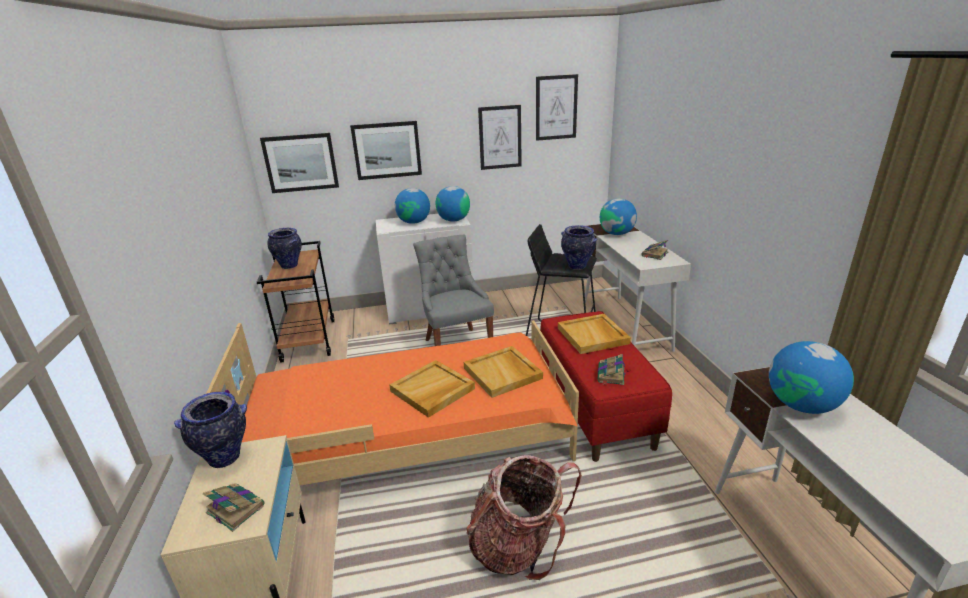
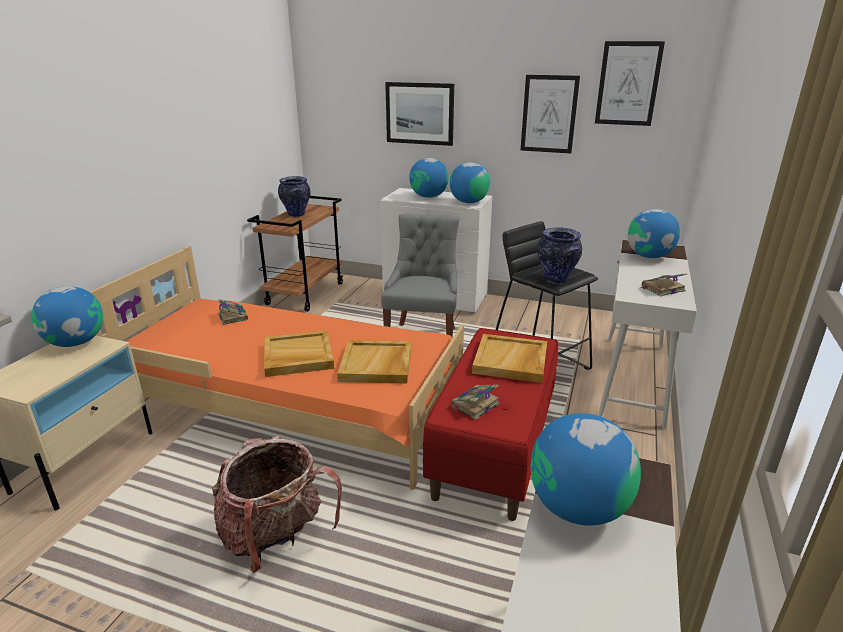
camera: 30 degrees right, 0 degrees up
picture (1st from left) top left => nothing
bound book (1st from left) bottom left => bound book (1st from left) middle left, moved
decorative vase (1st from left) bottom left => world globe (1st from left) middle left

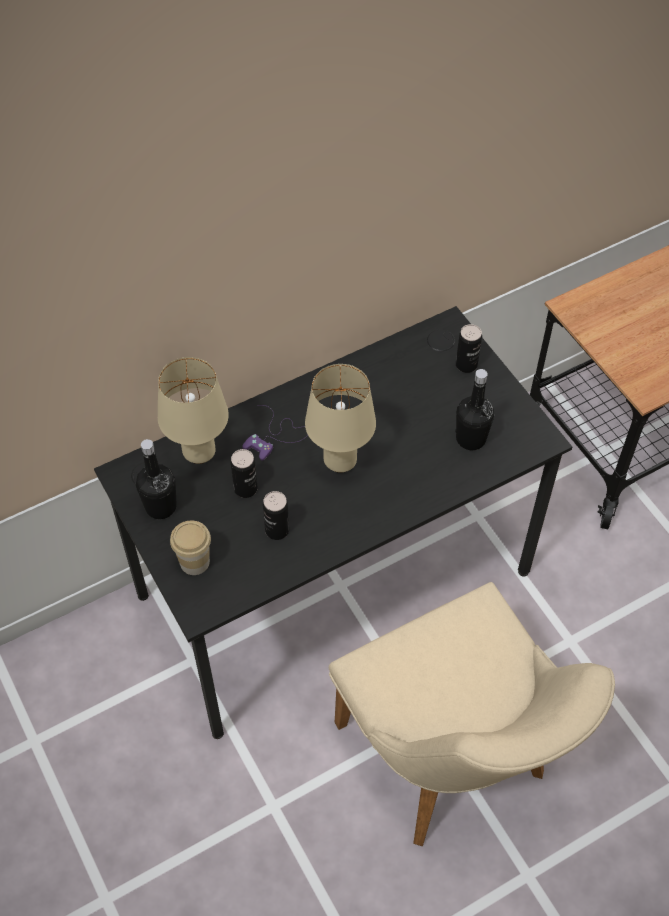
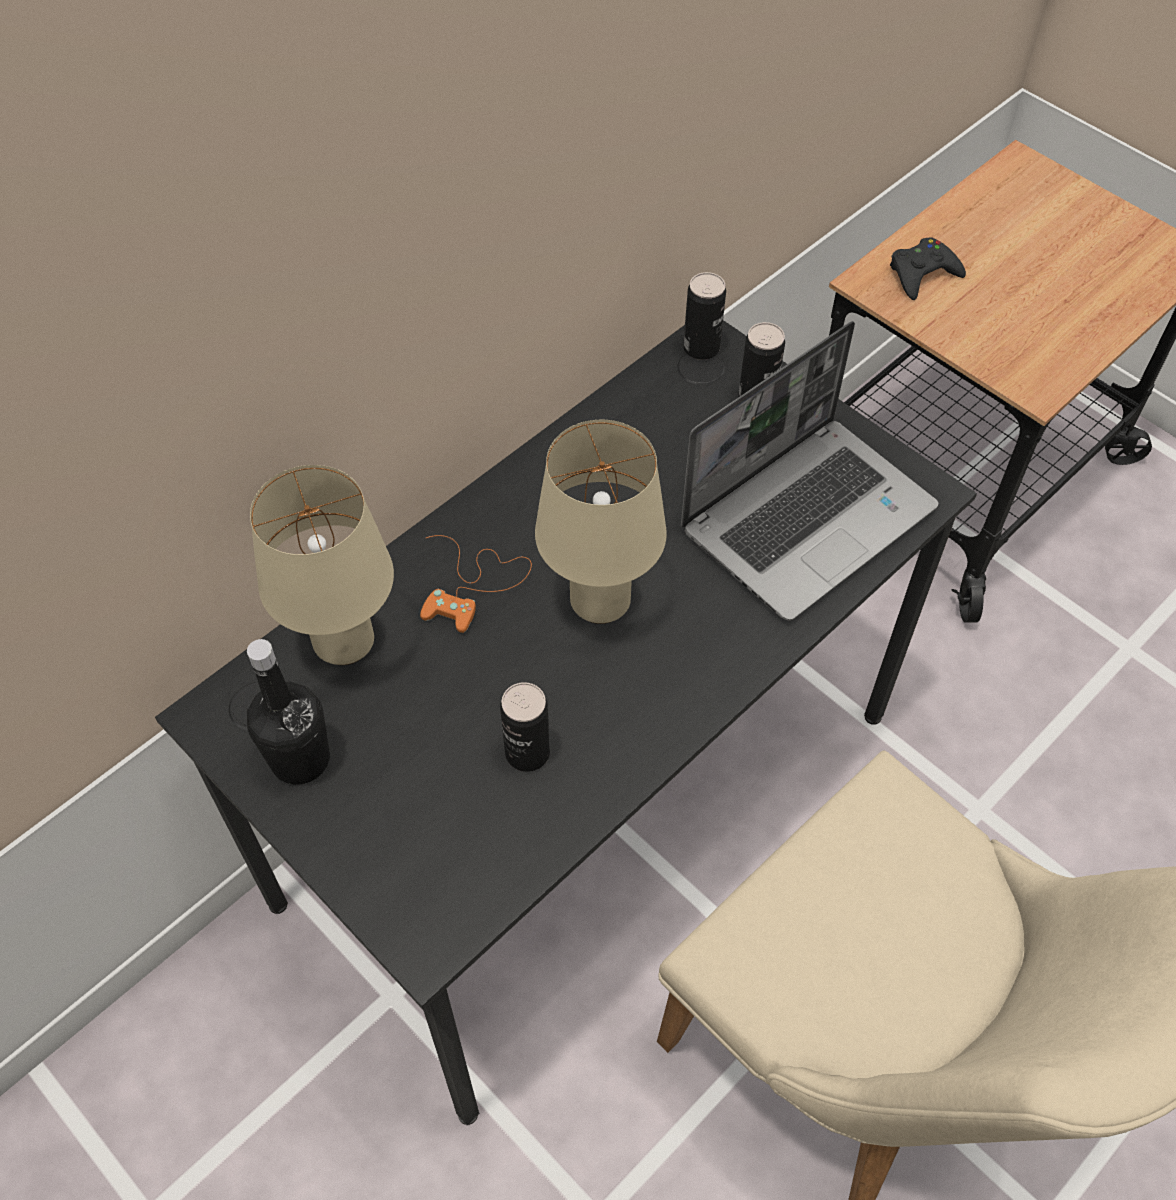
camera: 15 degrees left, 0 degrees up
small cup middle left => nothing
nothing => game controller in black top right
sealed can (1st from left in the first image) centre => sealed can (2nd from left) top centre, moved
beverage bottle in black (2nd from left) middle right => notebook computer middle right
game controller in purplish centre => game controller in orange centre

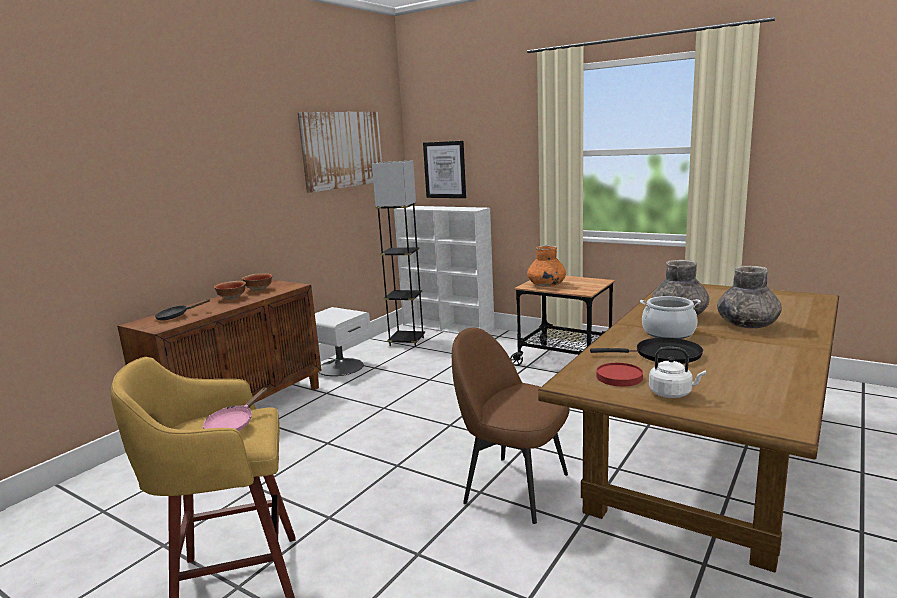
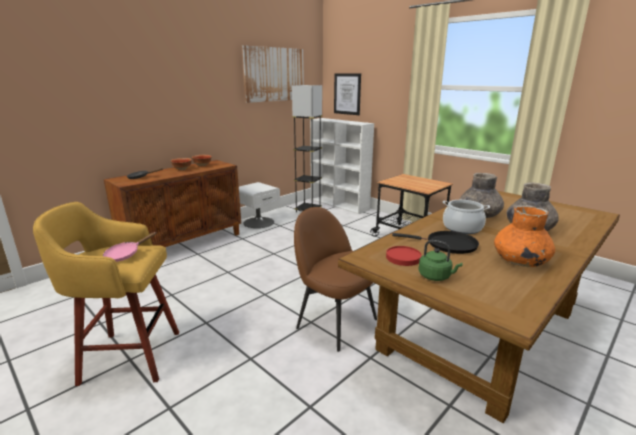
camera: 10 degrees right, 5 degrees up
decorative vase in orange centre => decorative vase in orange middle right, moved
kettle in white middle right => kettle in greenish middle right

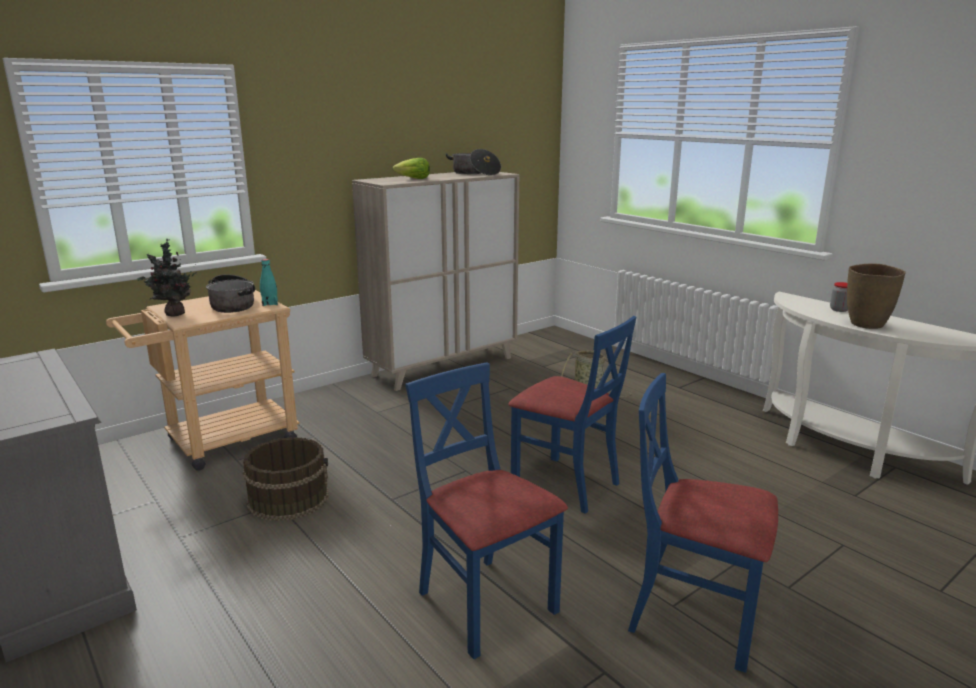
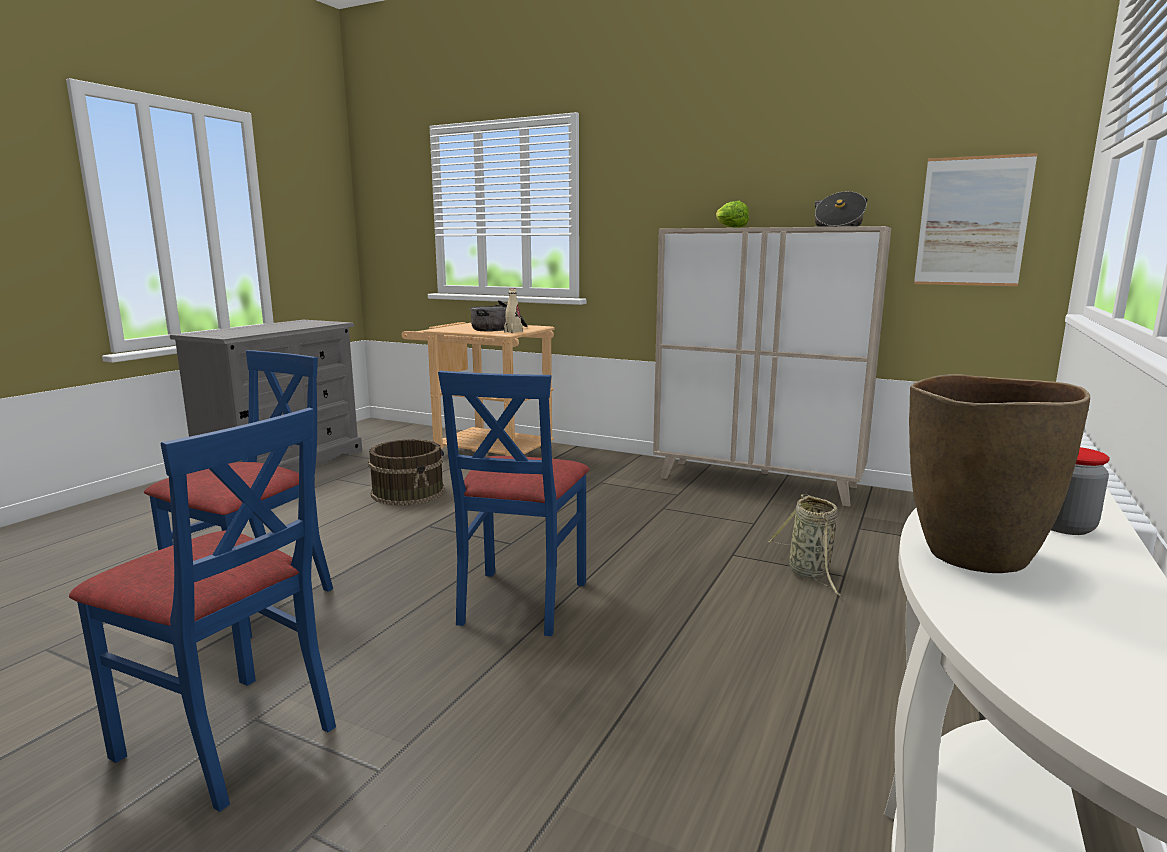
camera: 65 degrees right, 5 degrees down
potted plant middle left => nothing
nothing => picture top right
beverage bottle in blue-green middle left => beverage bottle in beige-coloured centre
chair in bluish (3rd from left in the first image) bottom right => chair in bluish (1st from left) bottom left, 120 degrees clockwise

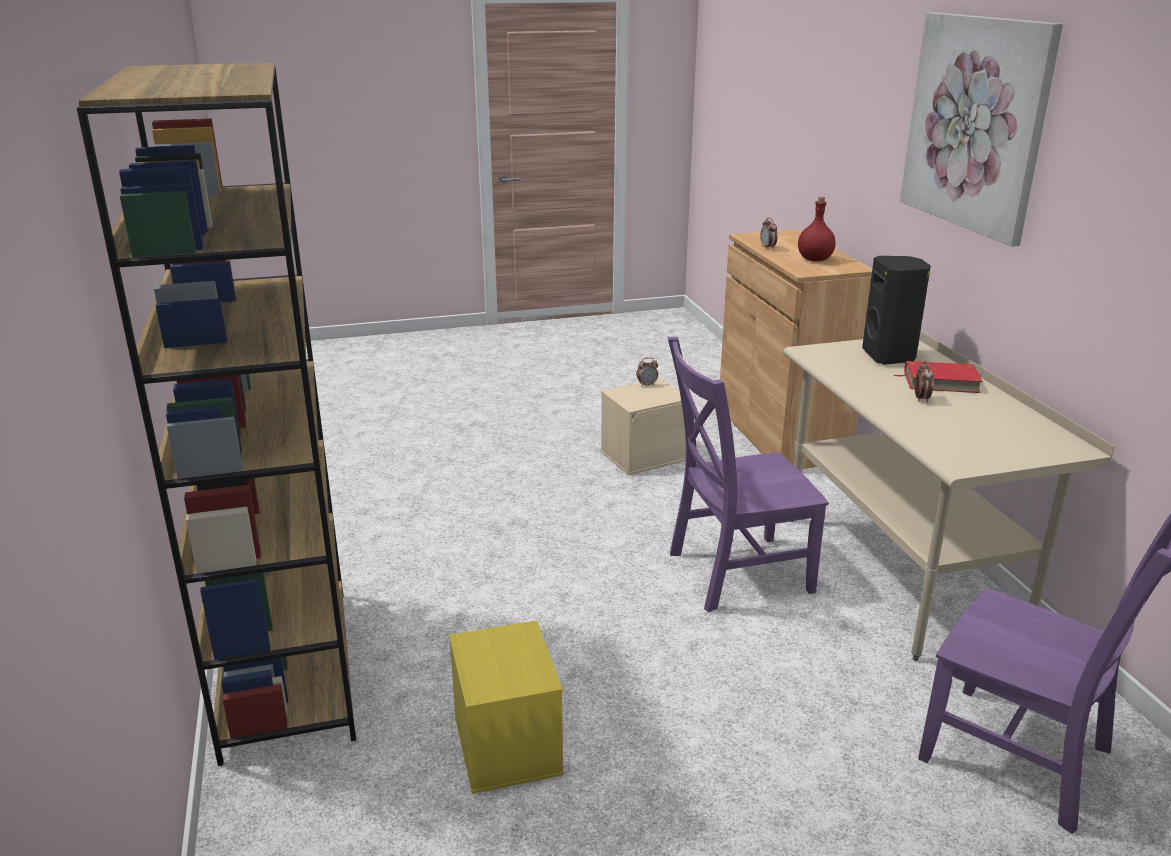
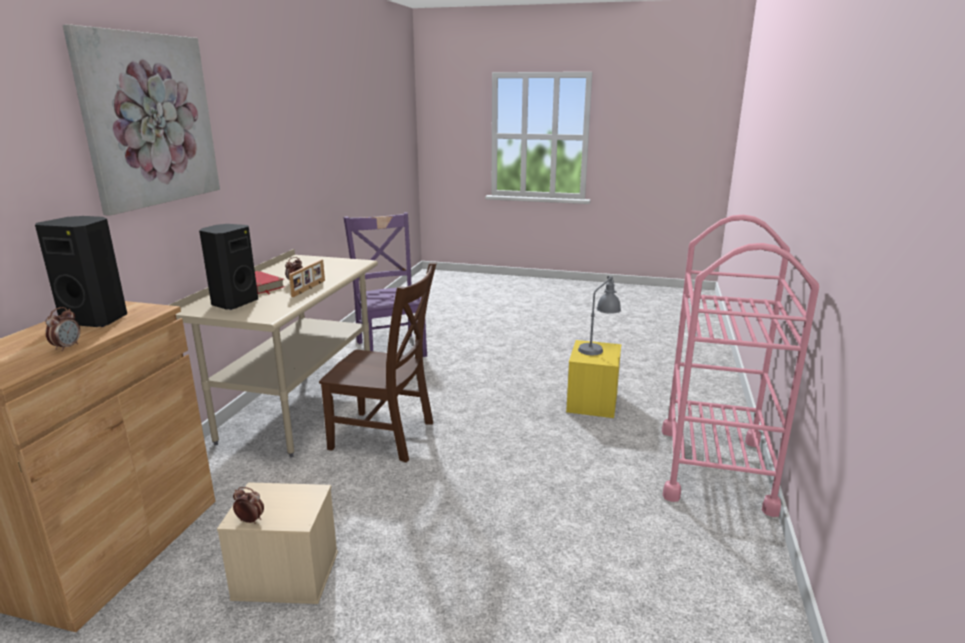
camera: 150 degrees left, 5 degrees down
nothing => standing frame middle left
nothing => lamp for a table in greyish centre
bookcase in brown middle left => cart in pink middle right
beverage bottle in red-coloured top right => speaker in black (1st from left) middle left
chair in purplish (1st from left) centre => chair in brown centre

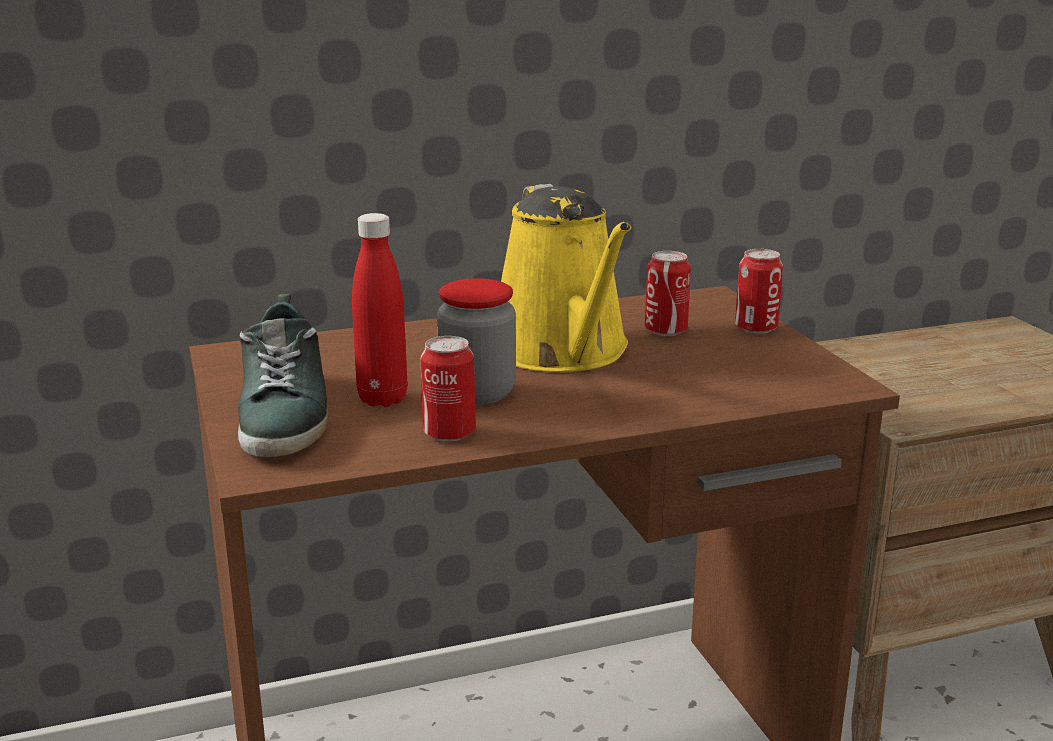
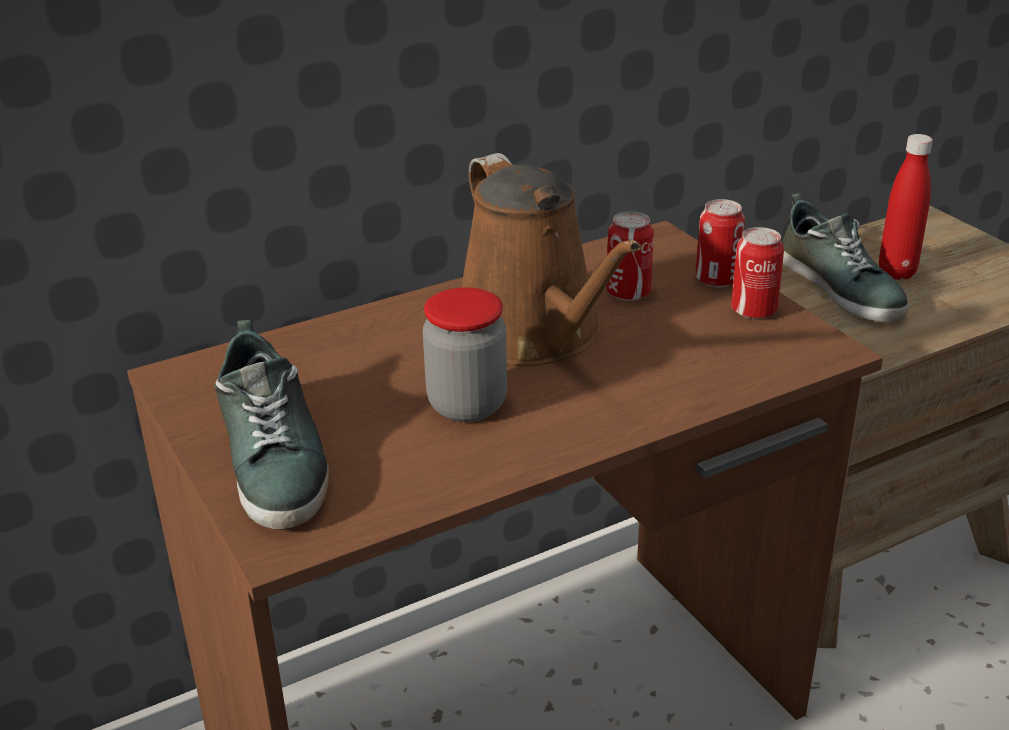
camera: 10 degrees left, 10 degrees up
nothing => shoe (2nd from left) middle right
beverage bottle in red-coloured centre => beverage bottle in red-coloured top right, moved
sealed can (1st from left in the first image) centre => sealed can (3rd from left) middle right, moved
watering pot in yellow-coloured centre => watering pot in brown centre

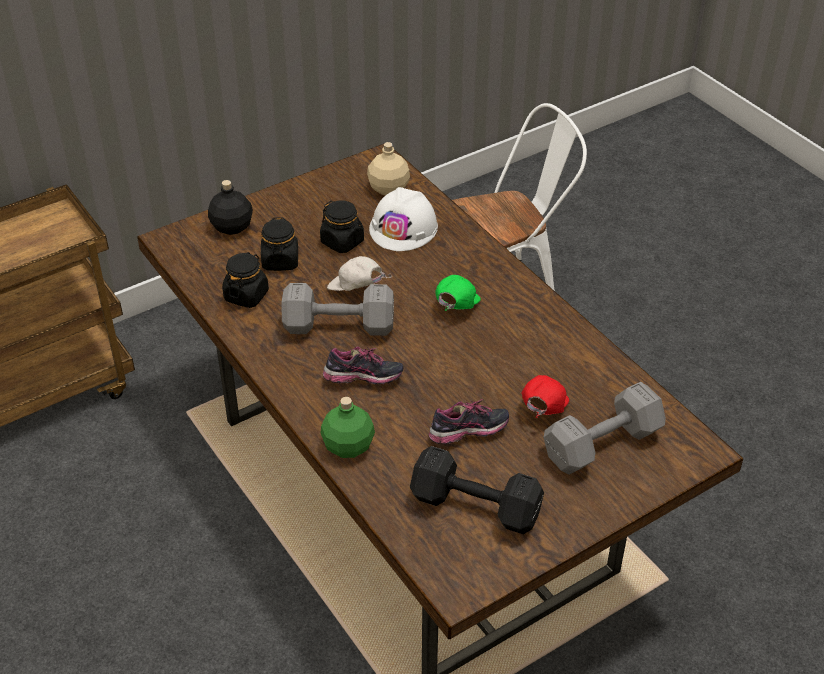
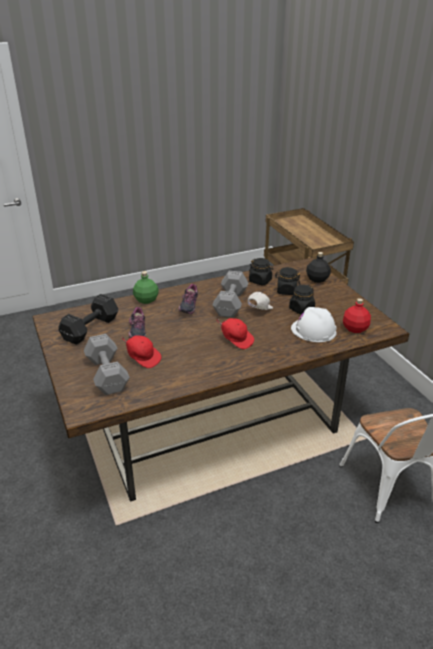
camera: 100 degrees right, 10 degrees down
beverage bottle in beige-coloured top centre => beverage bottle in red-coloured middle right
baseball cap in greenish centre => baseball cap in red-coloured (2nd from left) centre

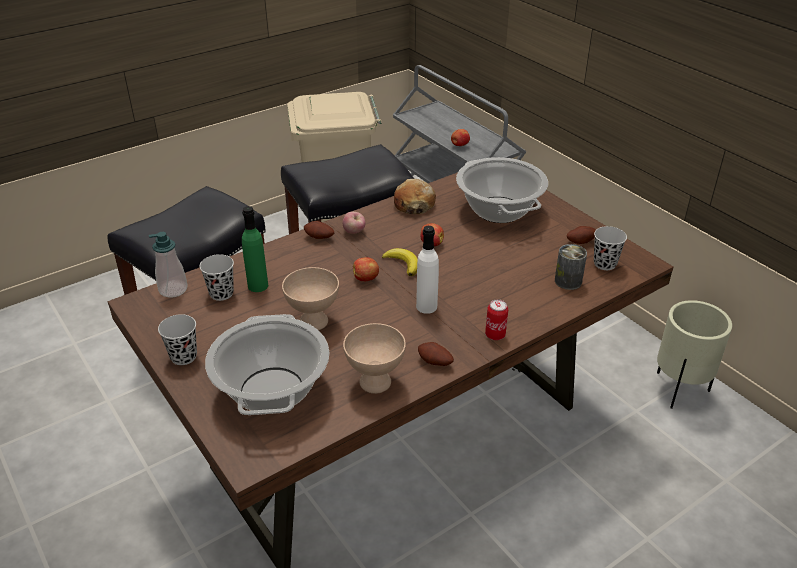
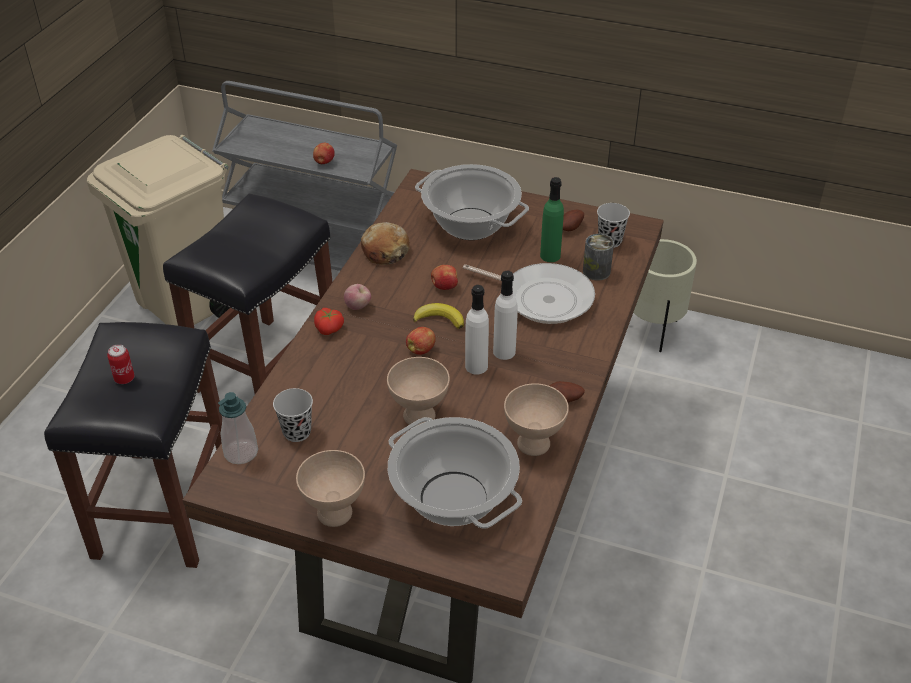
camera: 35 degrees left, 5 degrees up
nothing => pan centre
nothing => beverage bottle in white (1st from left) centre
beverage bottle in greenish middle left => beverage bottle in greenish top centre, moved
sealed can (1st from left) centre => sealed can (1st from left) middle left, moved
small cup in black (1st from left) middle left => serving bowl in beige-coloured (1st from left) bottom centre
whole potato (1st from left) centre => fresh tomato centre

